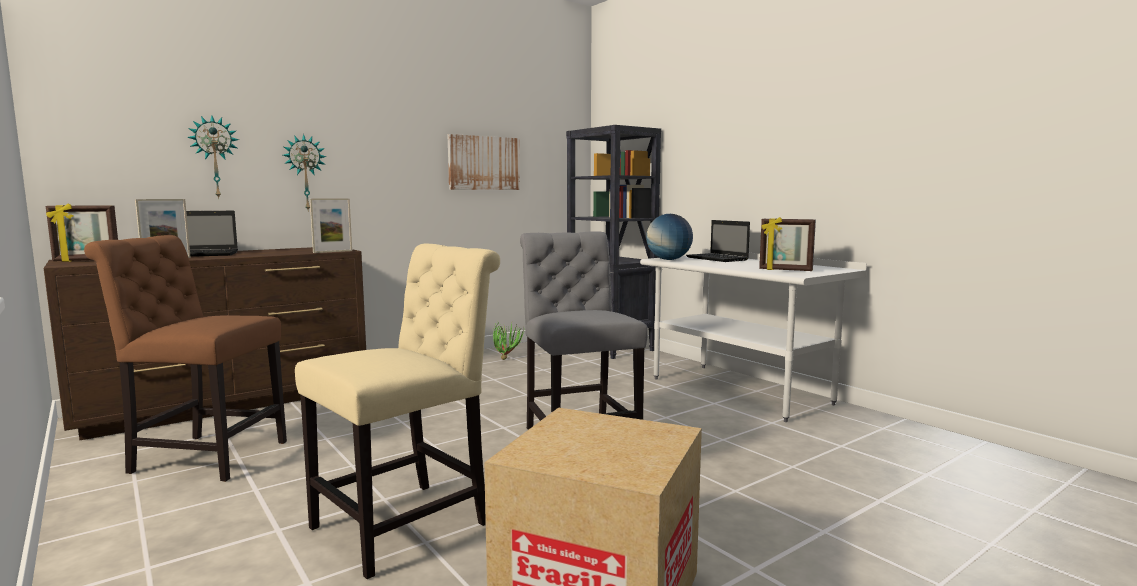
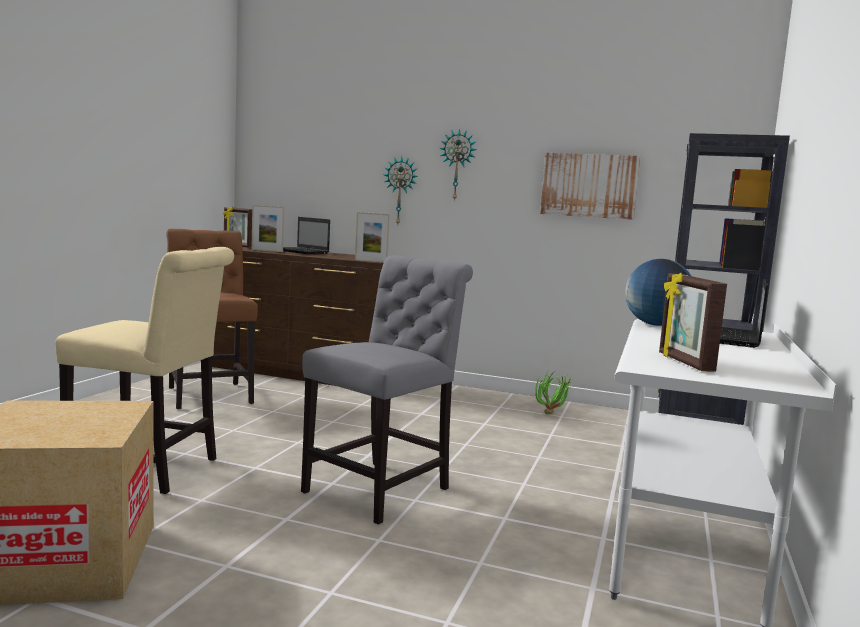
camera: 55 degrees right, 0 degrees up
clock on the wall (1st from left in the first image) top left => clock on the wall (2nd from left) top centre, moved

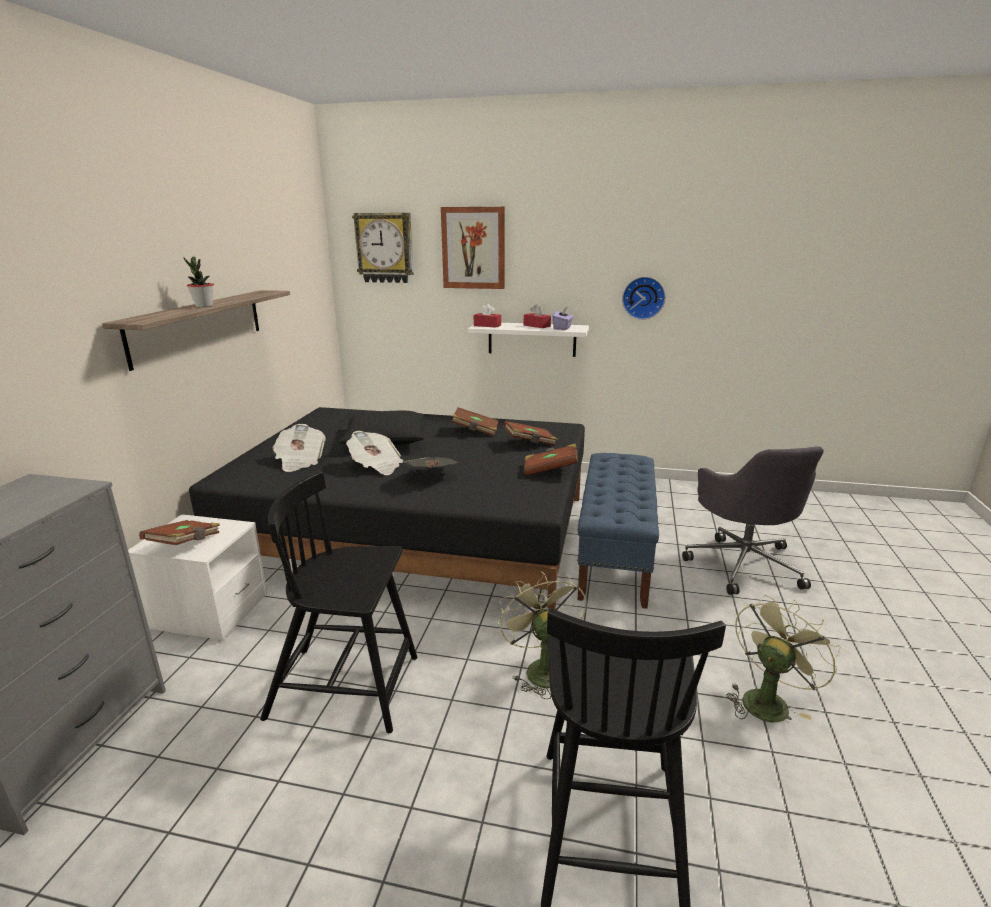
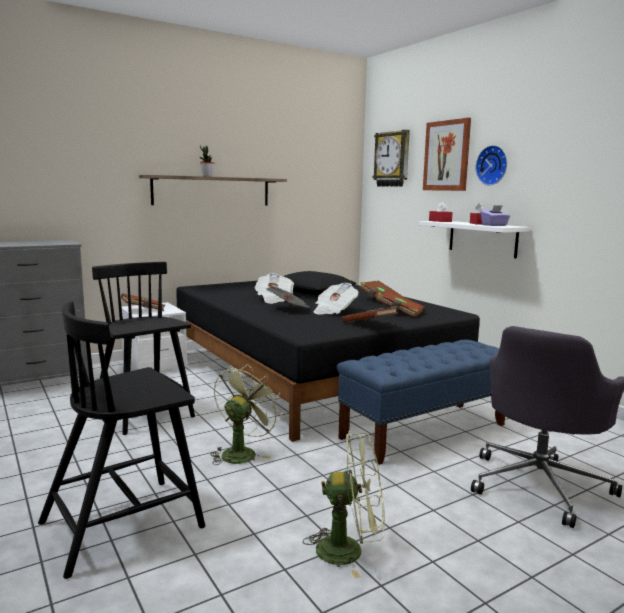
camera: 45 degrees right, 10 degrees down
daily paper (1st from left in the first image) middle left => daily paper (3rd from left) centre, moved
clock on the wall (2nd from left) top centre => clock on the wall (2nd from left) top right, moved

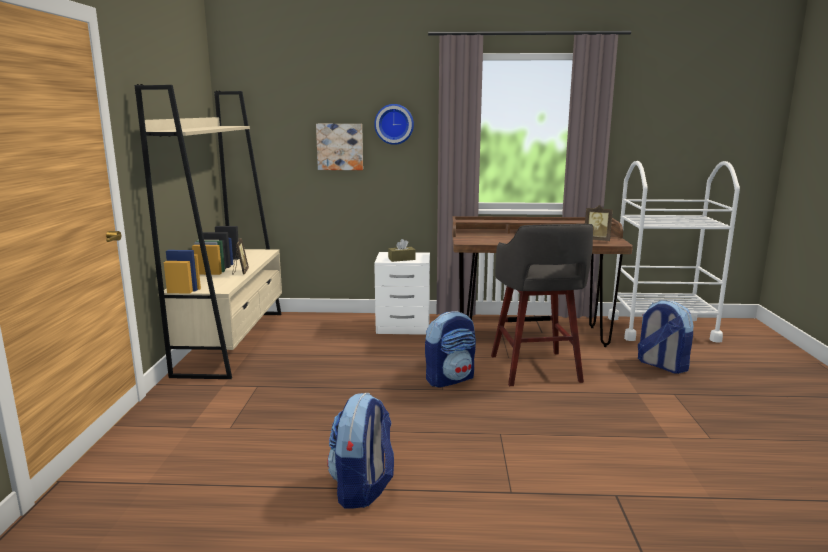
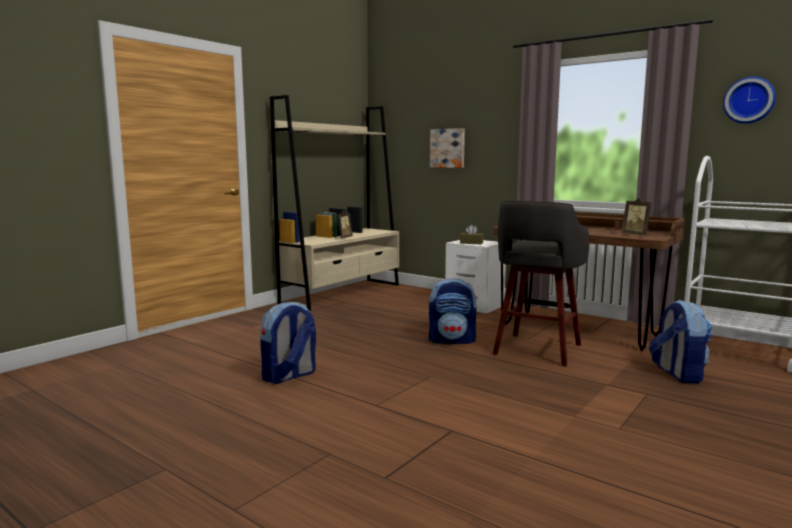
camera: 35 degrees right, 5 degrees down
clock on the wall top centre => clock on the wall top right, moved

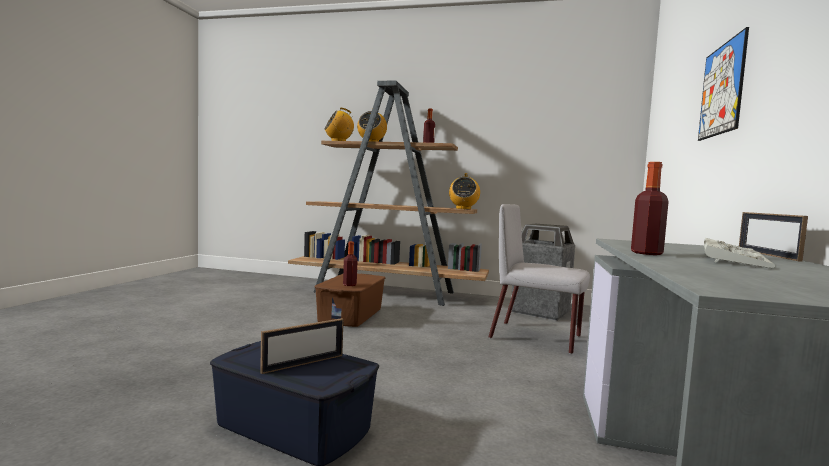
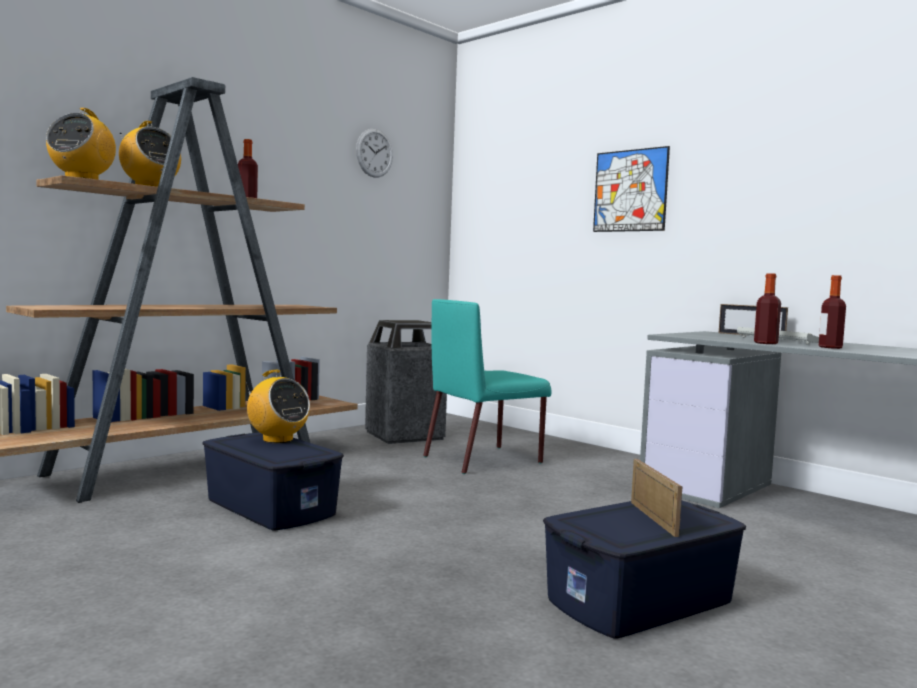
camera: 60 degrees left, 0 degrees up
nothing => clock on the wall top centre
beverage bottle (1st from left in the first image) centre => beverage bottle (3rd from left) middle right, moved
radio receiver (3rd from left) centre => radio receiver (3rd from left) middle left, moved
storage box in brown centre => storage box in bluish (1st from left) bottom left
chair in greyish centre => chair in blue-green centre

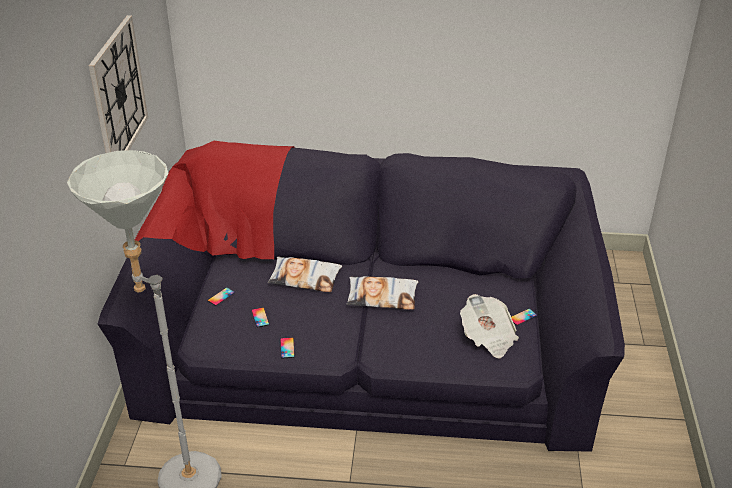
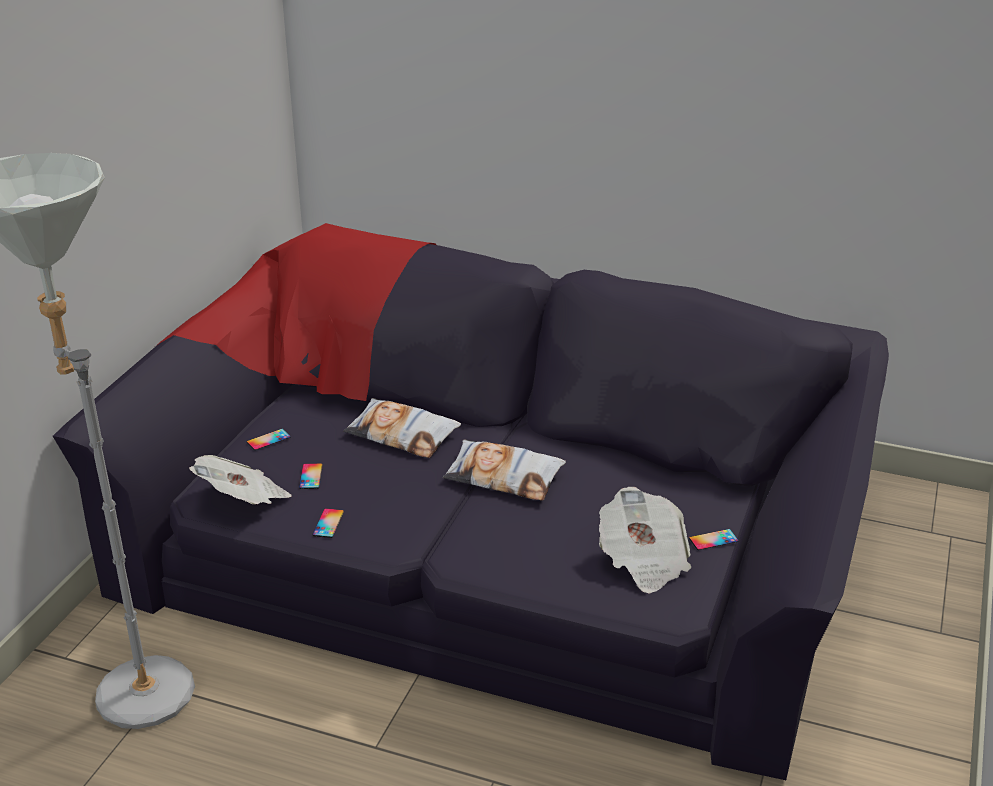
camera: 15 degrees right, 5 degrees down
clock on the wall top left => nothing
nothing => daily paper (1st from left) middle left

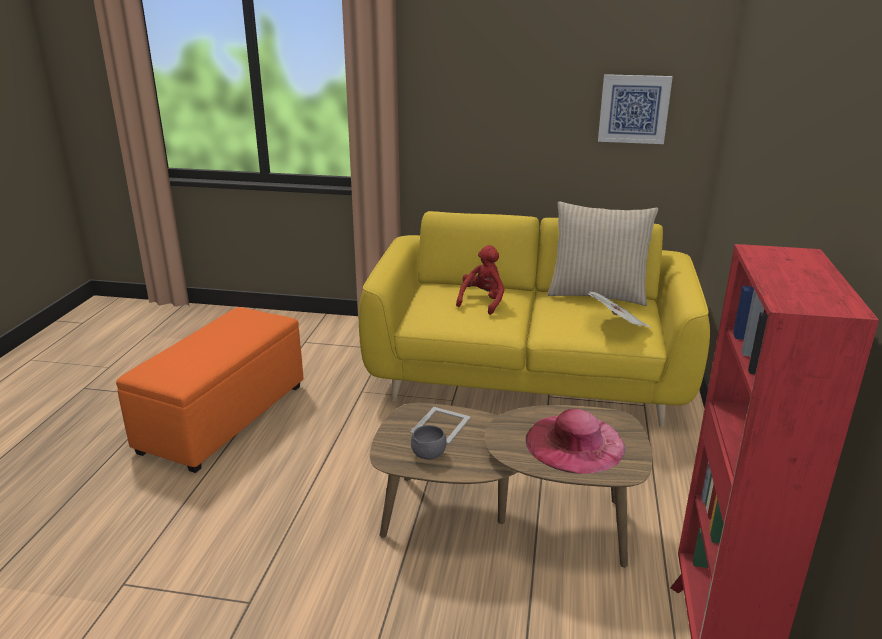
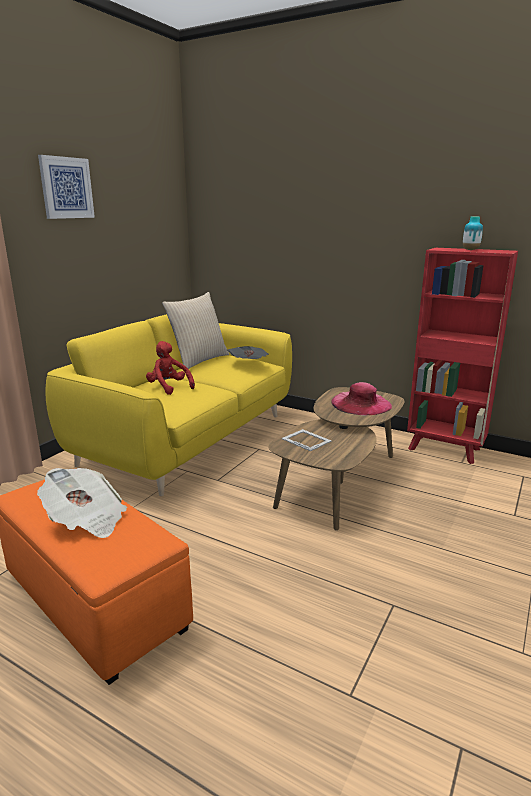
camera: 70 degrees left, 5 degrees down
serving bowl in greyish bottom centre => nothing
nothing => daily paper (1st from left) middle left
nothing => decorative vase top right
picture top right => picture top left, moved

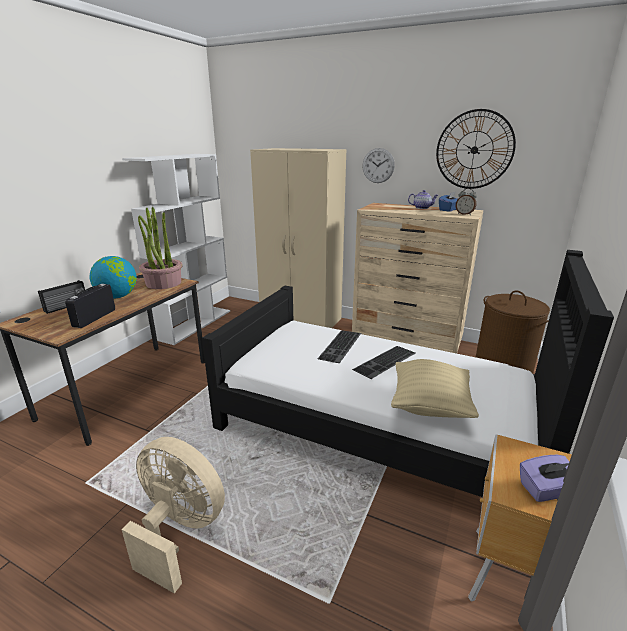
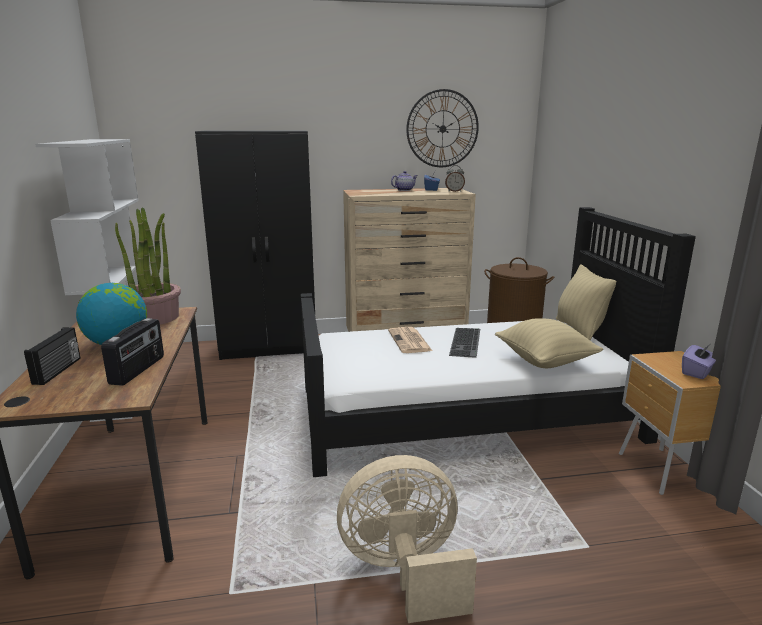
camera: 35 degrees left, 5 degrees down
clock on the wall (1st from left) top centre => nothing
nothing => throw pillow in beige-coloured (2nd from left) middle right
keyboard (1st from left) centre => daily paper centre
clothes cupboard in beige-coloured centre => clothes cupboard in black centre
radio receiver (2nd from left) middle left, 150 degrees counterclockwise

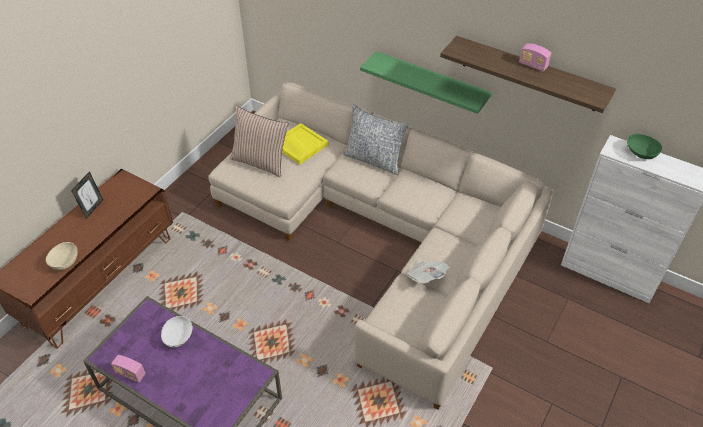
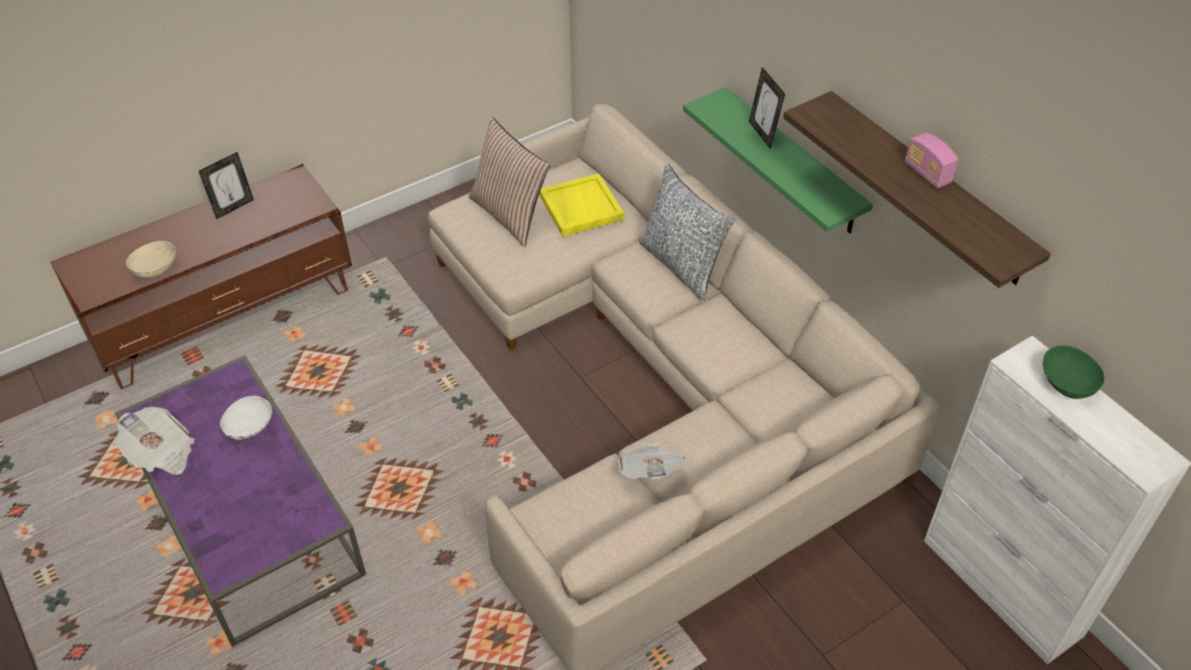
camera: 25 degrees right, 0 degrees up
nothing => standing frame (2nd from left) top centre
radio receiver (1st from left) bottom left => daily paper (1st from left) middle left

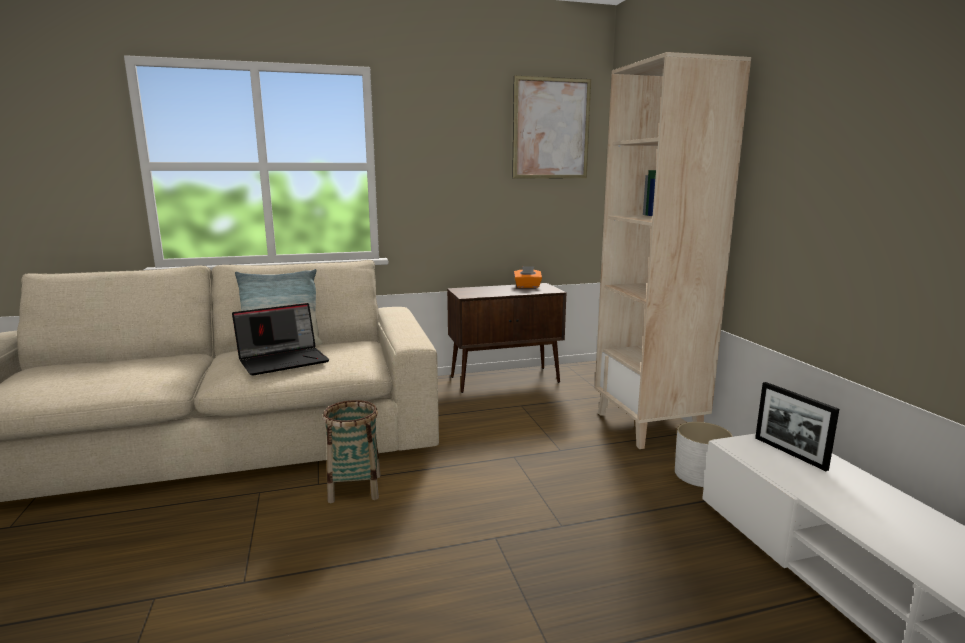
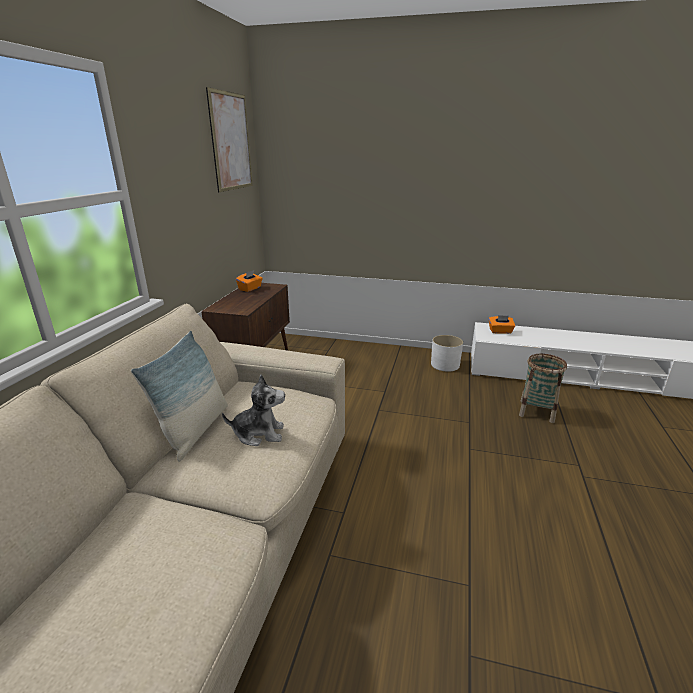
camera: 60 degrees left, 10 degrees up
bookcase in beige-coloured middle right => nothing
storage basket bottom centre => storage basket middle right, moved
notebook computer middle left => plush toy centre
standing frame middle right => tissue holder in orange (2nd from left) middle right

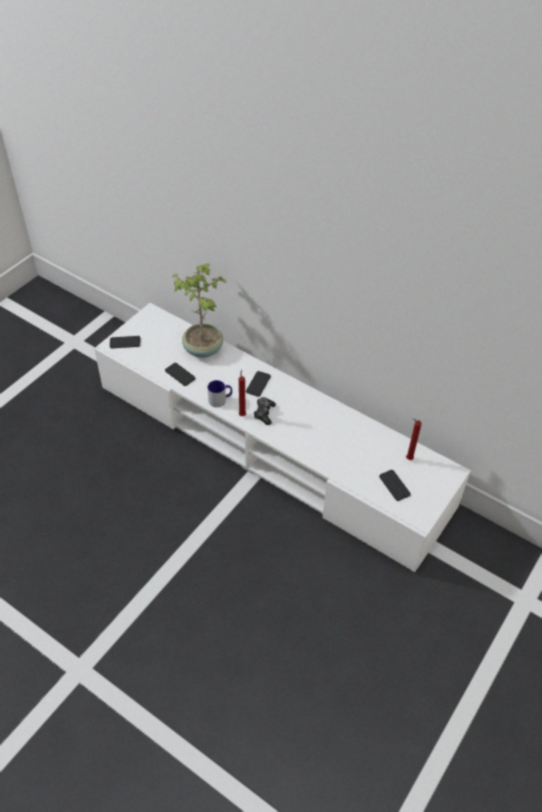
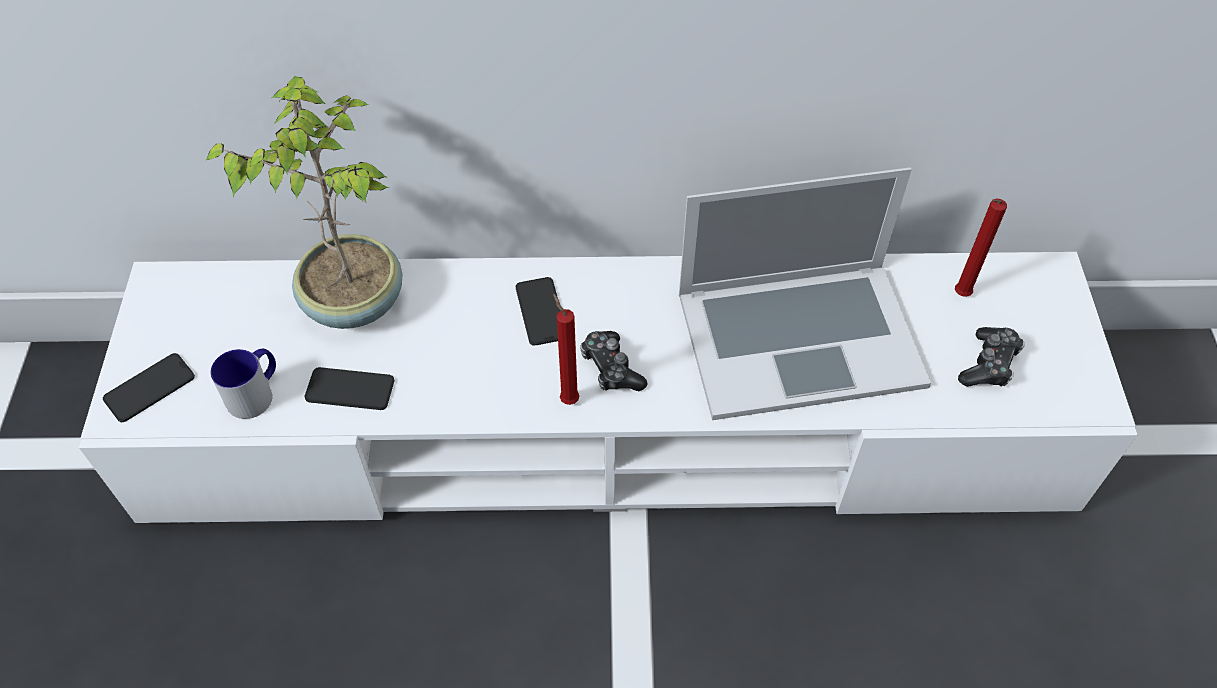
camera: 35 degrees left, 5 degrees up
nothing => notebook computer centre
coffee mug centre => coffee mug middle left, moved
phone (4th from left) middle right => game controller (2nd from left) middle right

